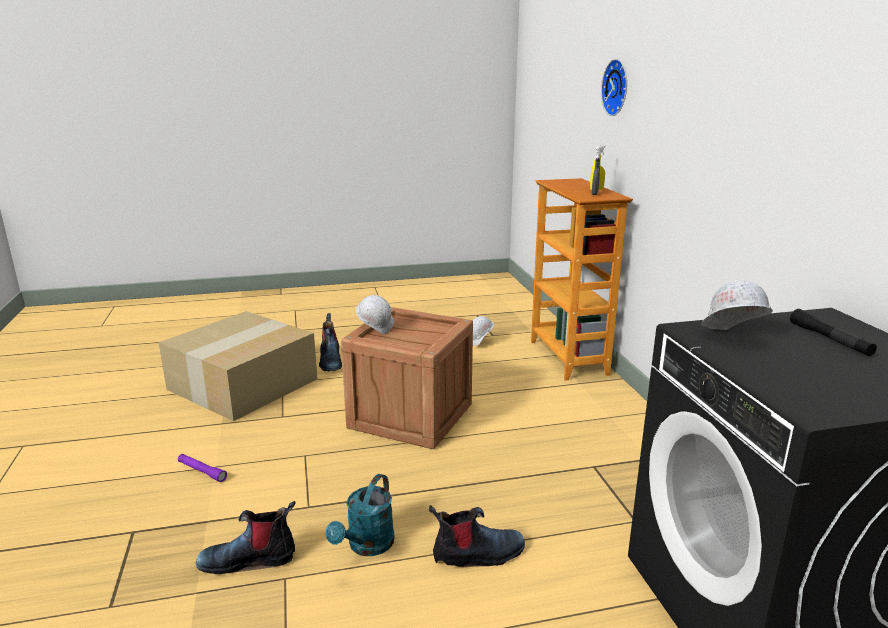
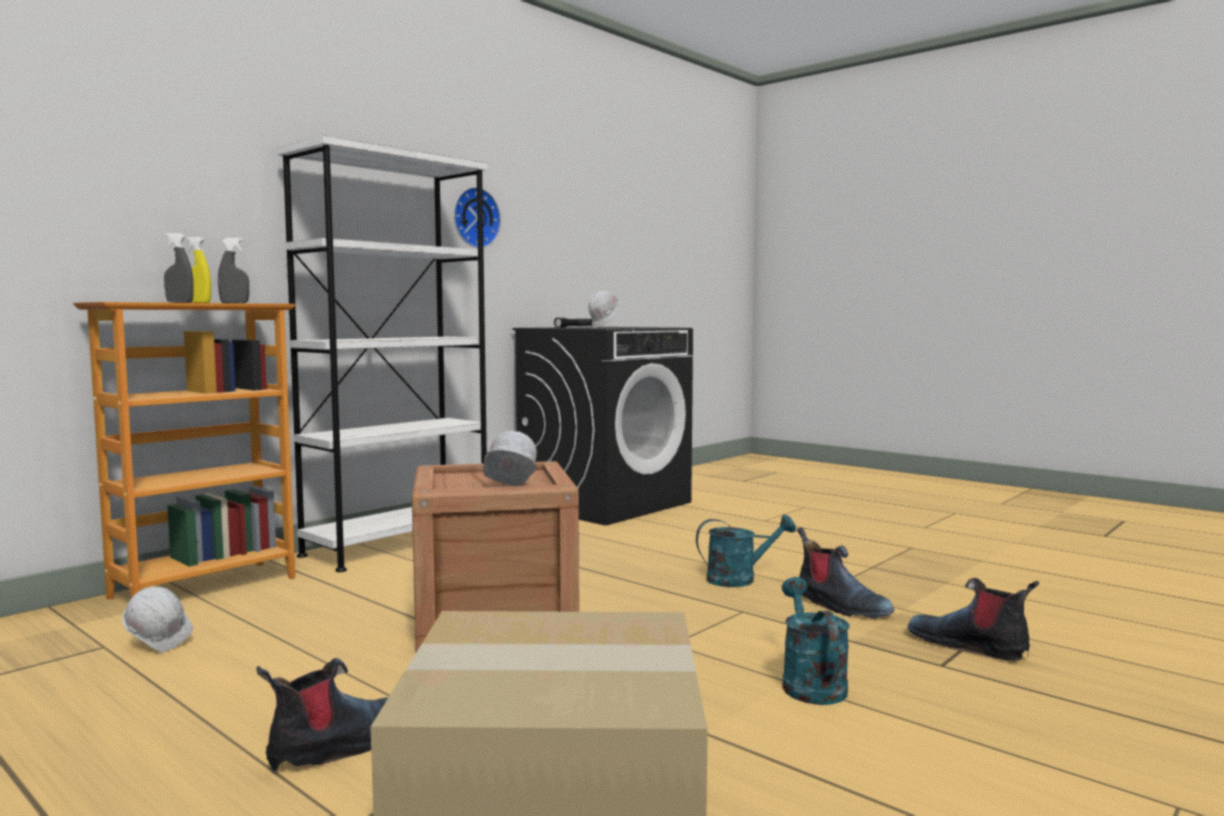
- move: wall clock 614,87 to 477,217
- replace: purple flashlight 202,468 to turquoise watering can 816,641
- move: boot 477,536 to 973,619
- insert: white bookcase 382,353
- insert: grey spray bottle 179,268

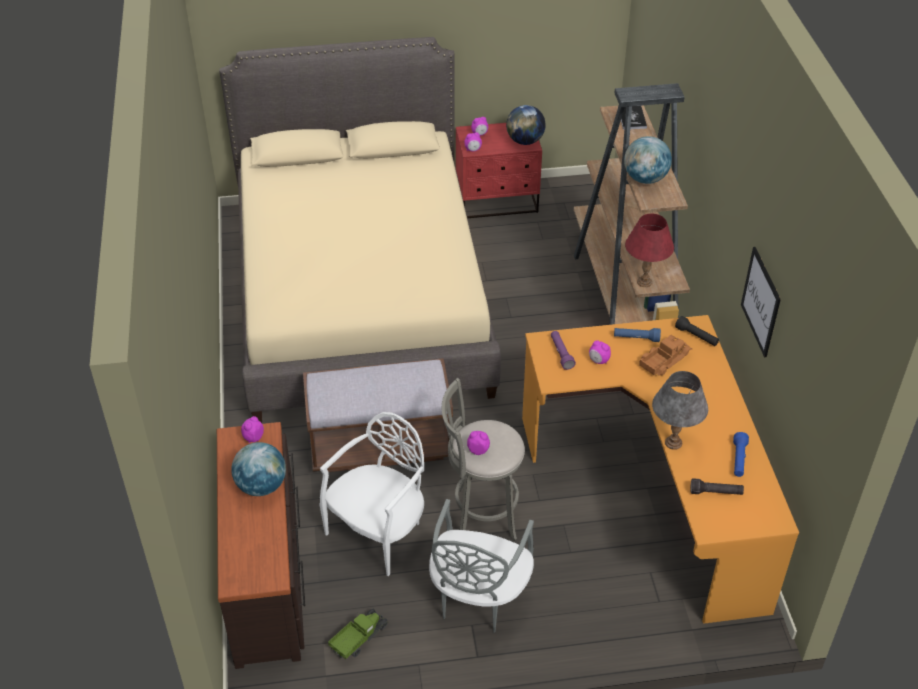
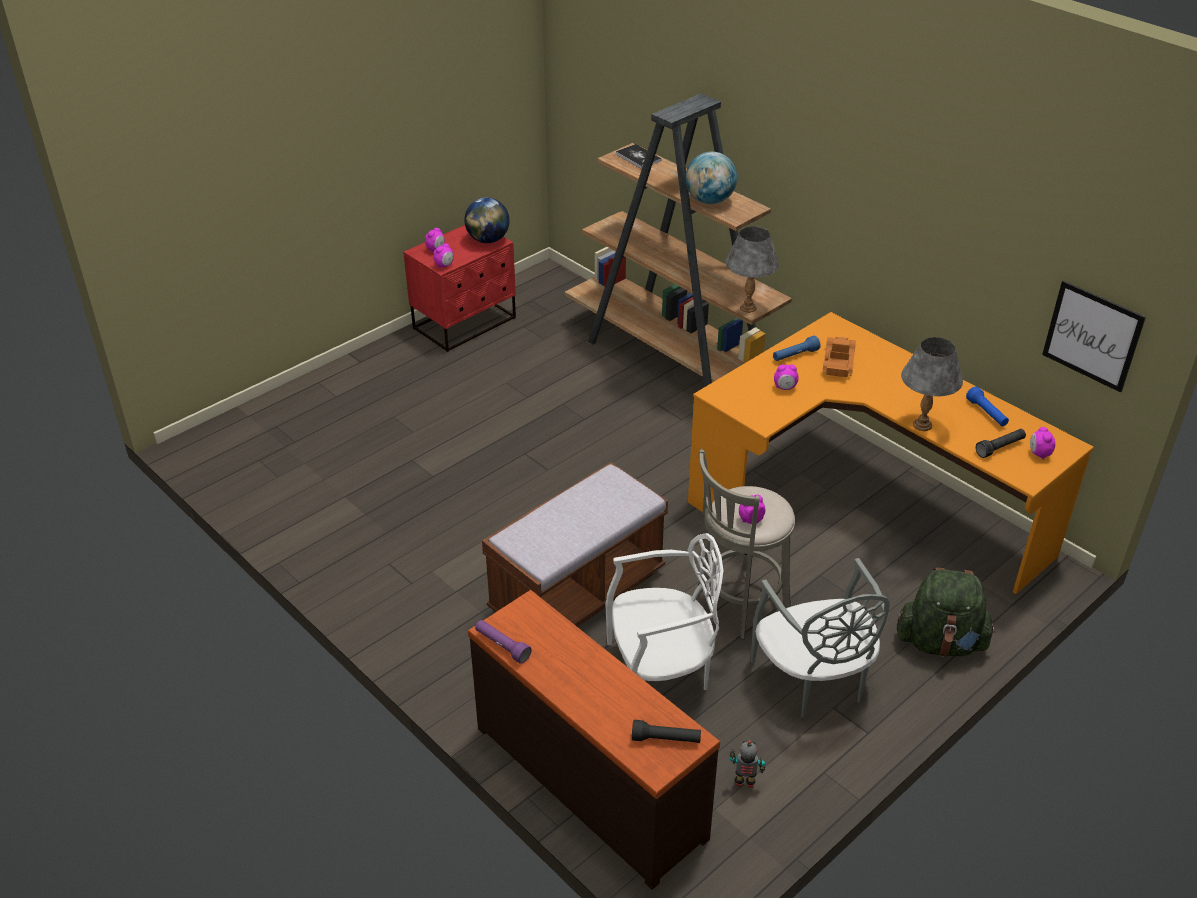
- delete: beige bed 360,230
- recolor: red table lamp 649,250 to grey table lamp 752,269
- move: picture 761,302 to 1094,336
- move: black flashlight 697,331 to 666,731
- move: purple flashlight 563,350 to 503,642
- rotate: white chair 371,494 = 664,611 75 degrees clockwise
- move: alarm clock 252,429 to 1042,443
- delete: globe 258,469
- replace: toy truck 358,634 to toy robot 747,763
- insert: green backpack 946,612

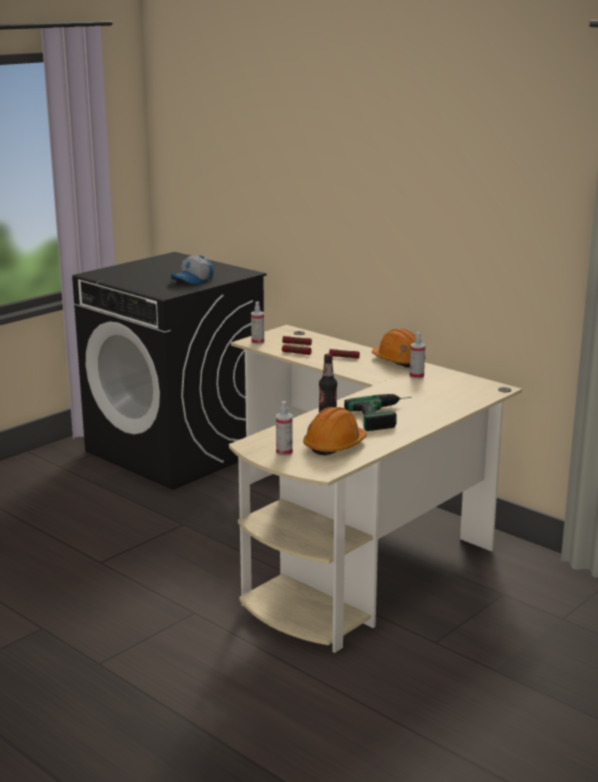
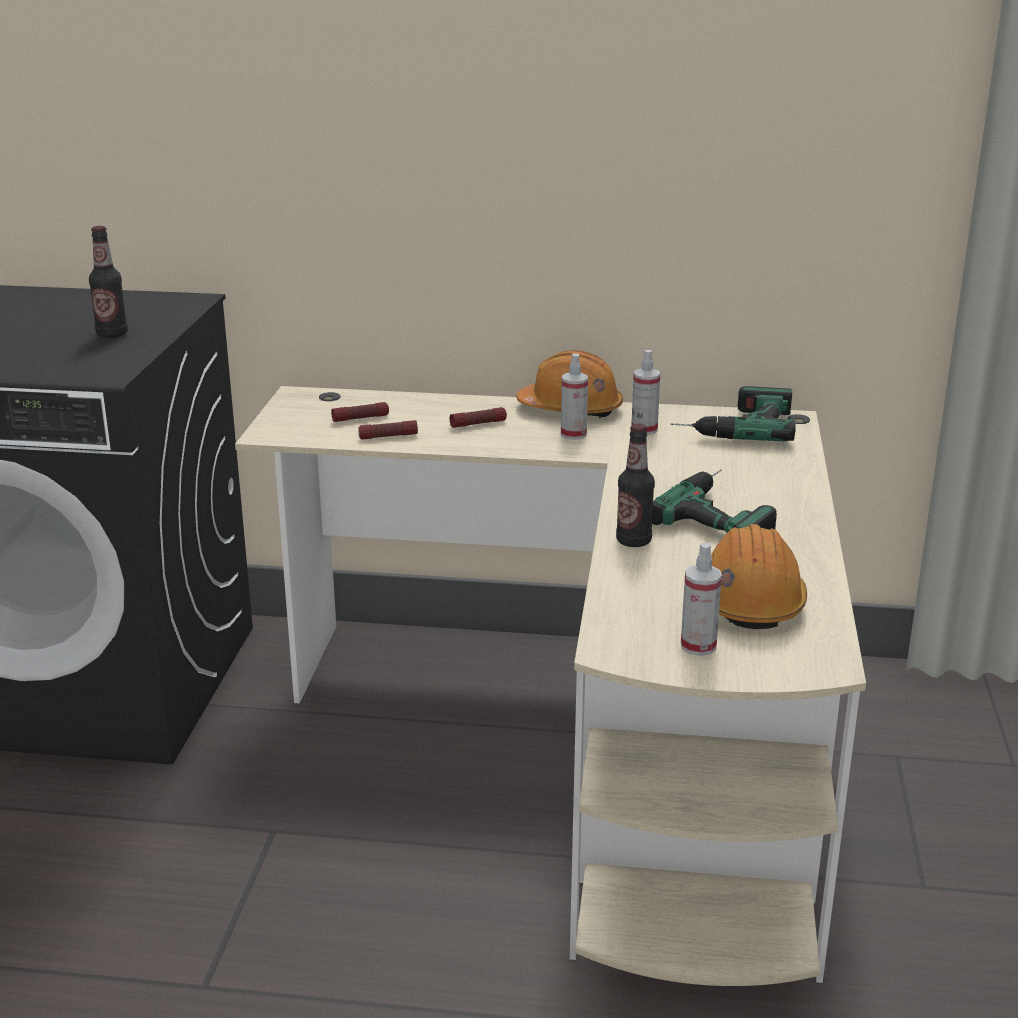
- replace: cap 192,270 to bottle 108,282
- move: spray bottle 257,322 to 574,396
- insert: power drill 733,413

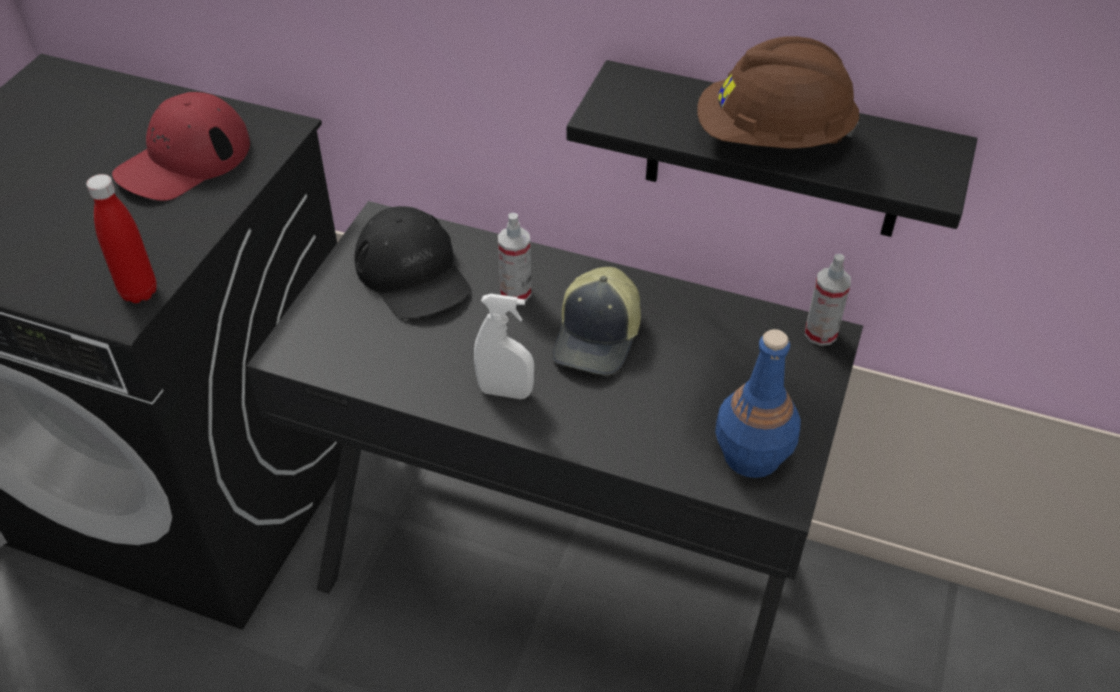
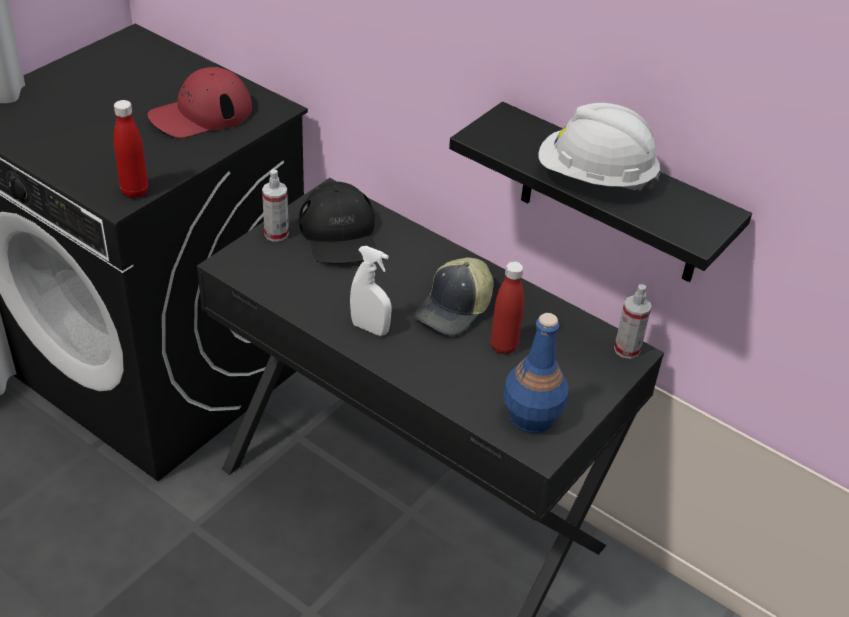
- recolor: brown hard hat 778,92 to white hard hat 599,147
- move: spray bottle 514,257 to 275,205
- insert: red bottle 507,308

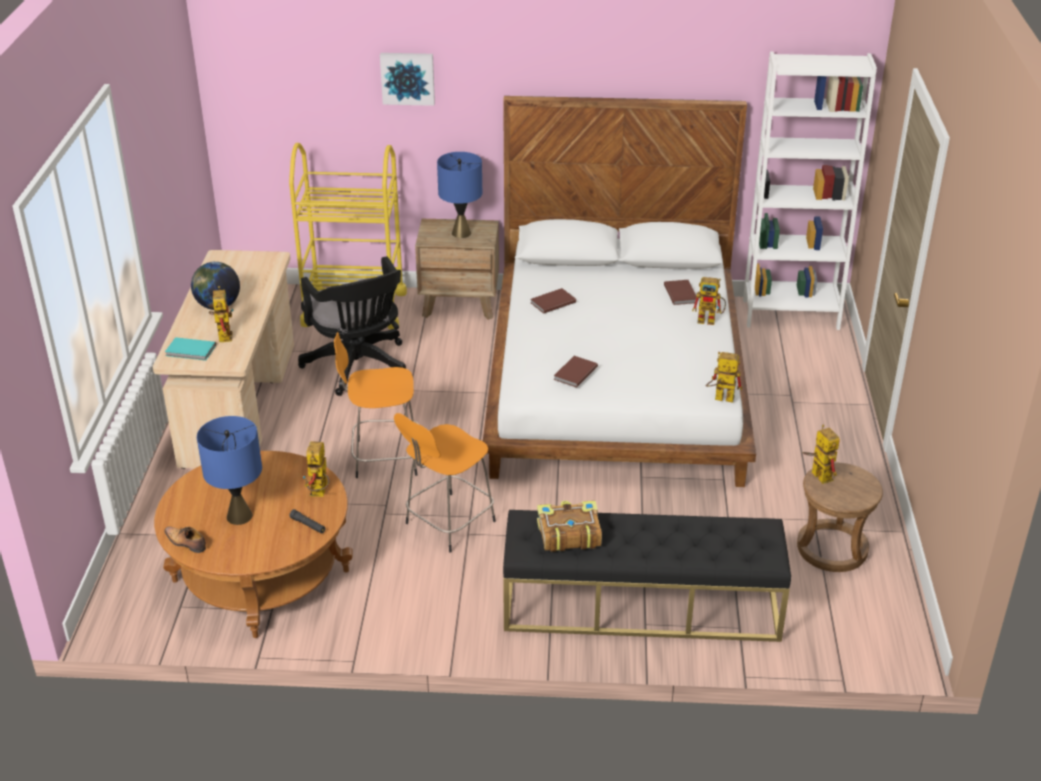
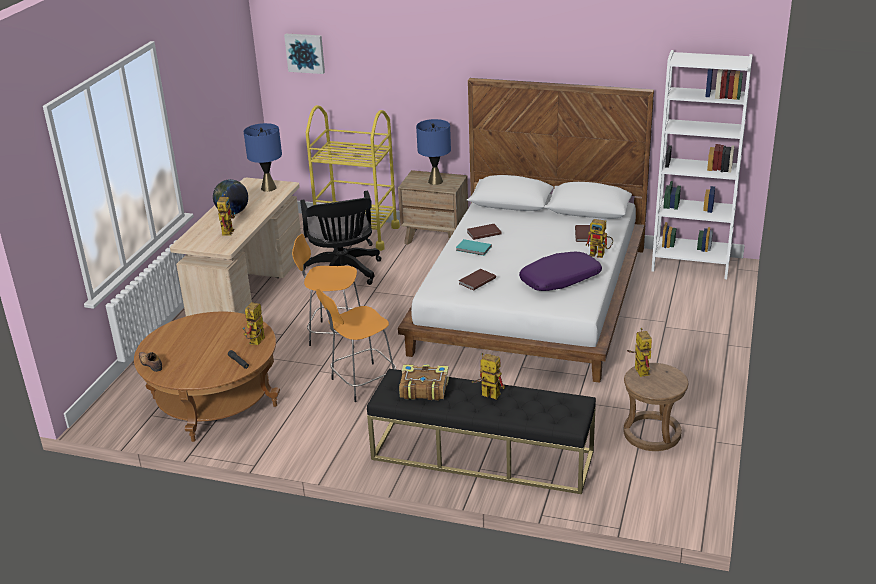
- move: picture 407,79 to 304,54
- move: turquoise book 190,349 to 474,247
- move: toy robot 724,377 to 488,376
- move: blue table lamp 229,470 to 262,157
- insert: purple pillow 560,271

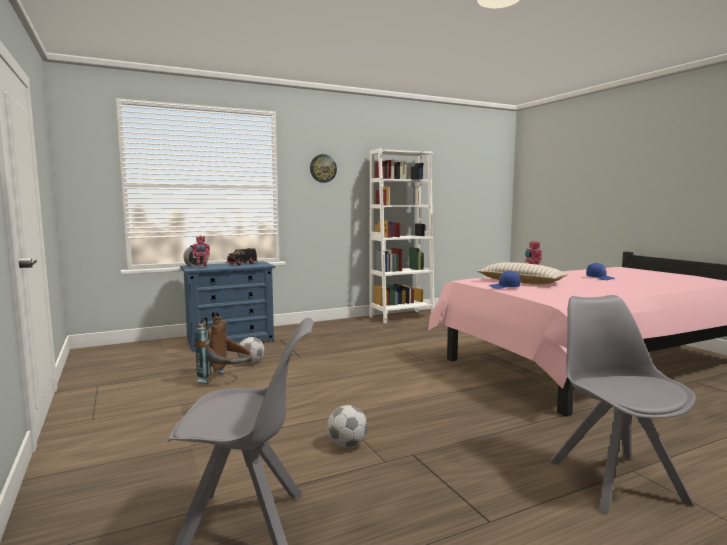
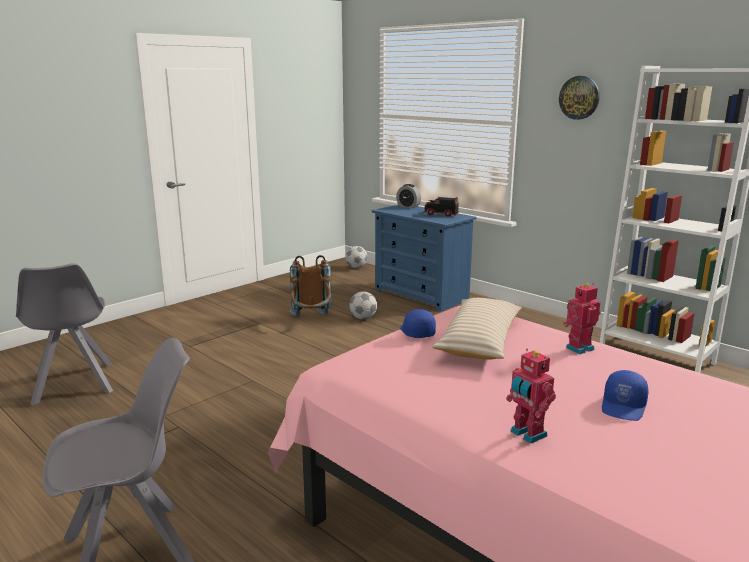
- move: toy robot 201,252 to 531,396
- move: football 347,426 to 356,257

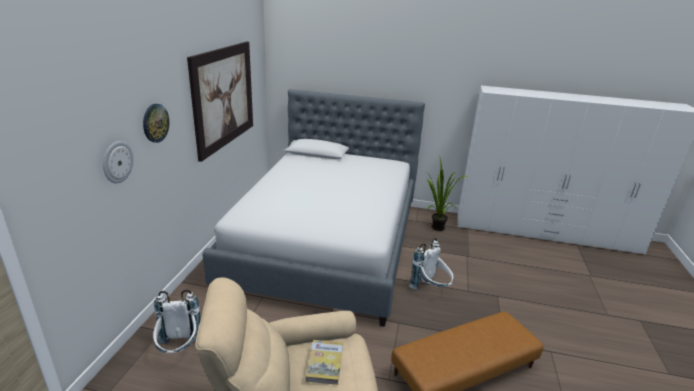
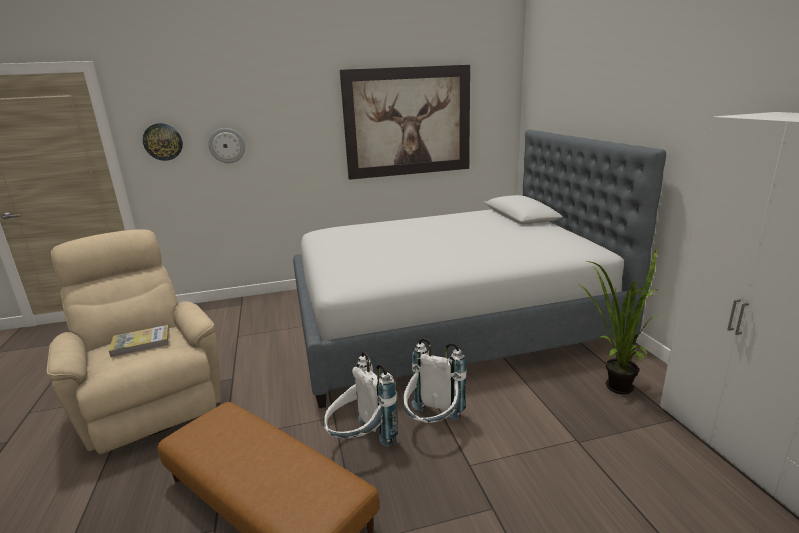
- move: wall clock 156,123 to 163,142
- move: white backpack 177,321 to 360,399

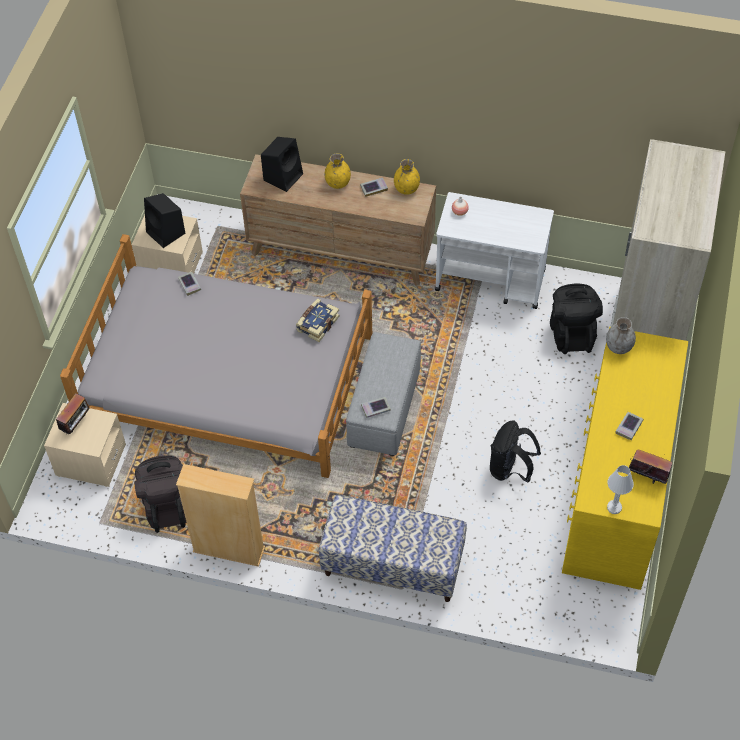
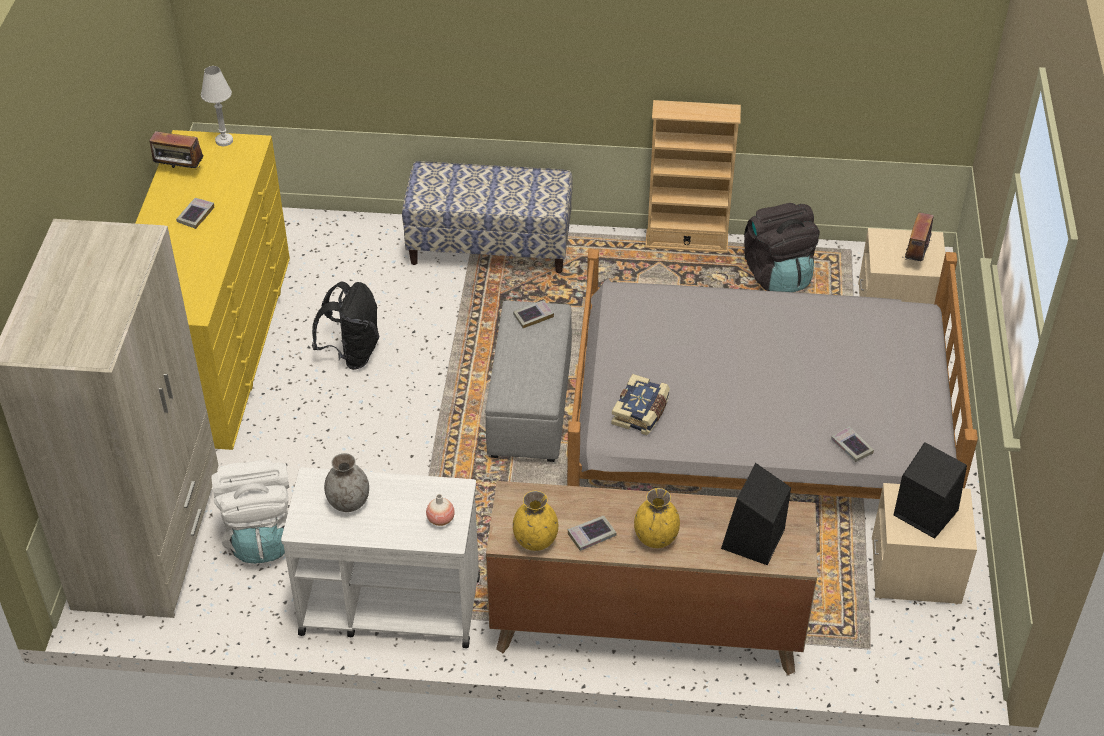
- recolor: black backpack 576,319 to white backpack 250,511
- move: grey vase 621,335 to 346,482

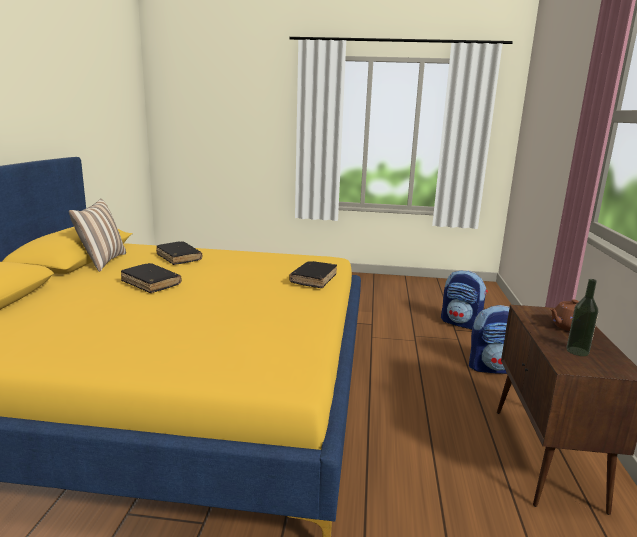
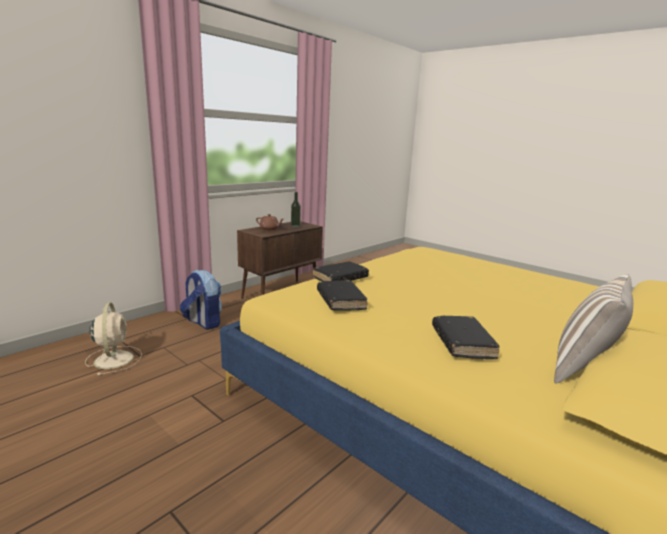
- move: black book 151,278 to 342,295
- replace: backpack 464,299 to beige fan 113,339

